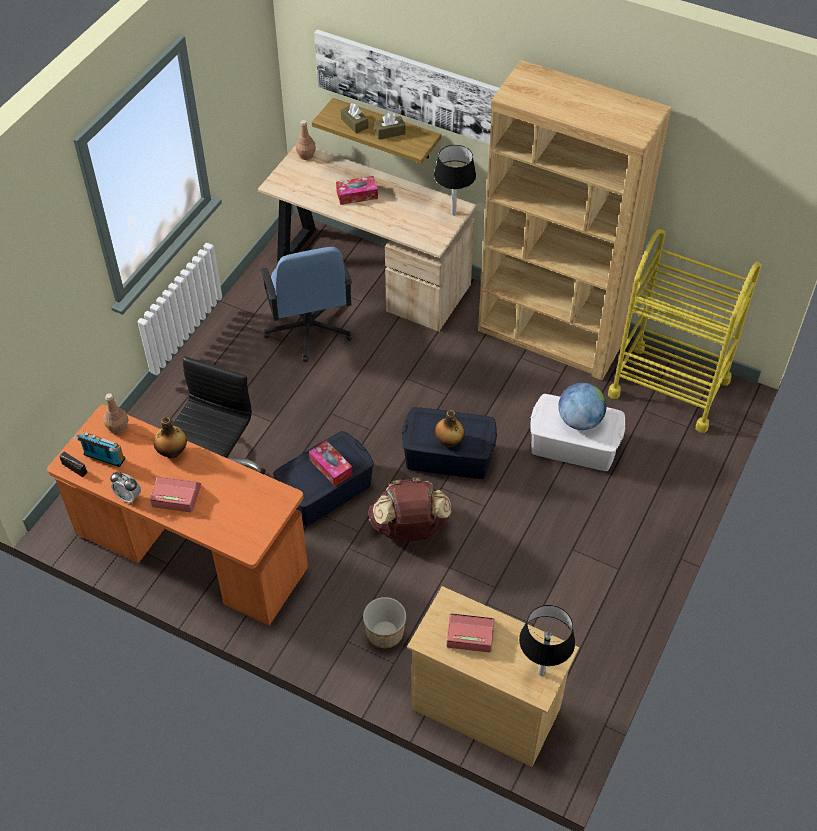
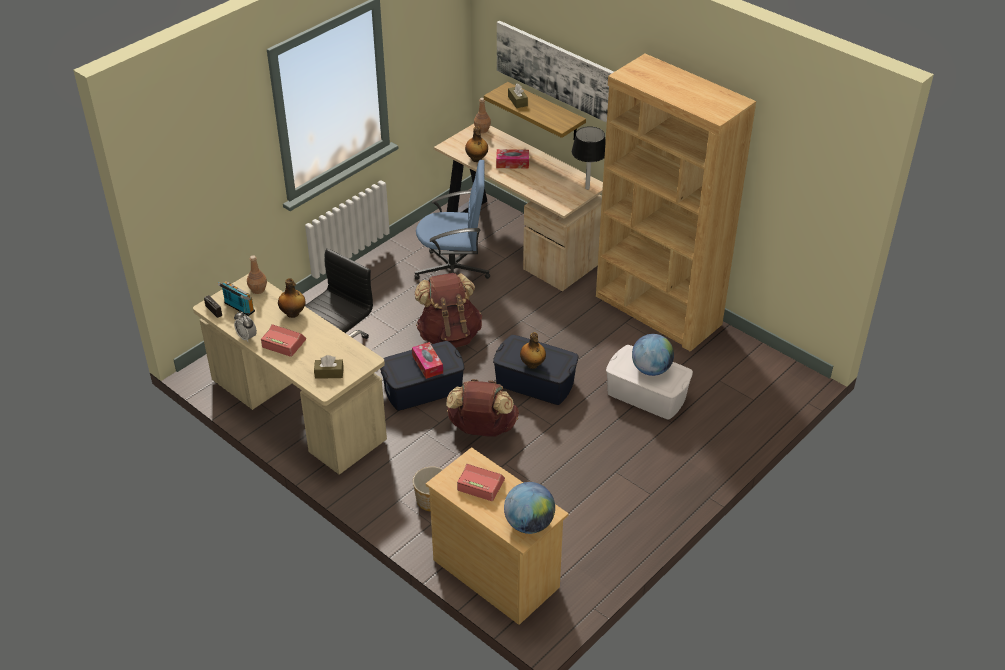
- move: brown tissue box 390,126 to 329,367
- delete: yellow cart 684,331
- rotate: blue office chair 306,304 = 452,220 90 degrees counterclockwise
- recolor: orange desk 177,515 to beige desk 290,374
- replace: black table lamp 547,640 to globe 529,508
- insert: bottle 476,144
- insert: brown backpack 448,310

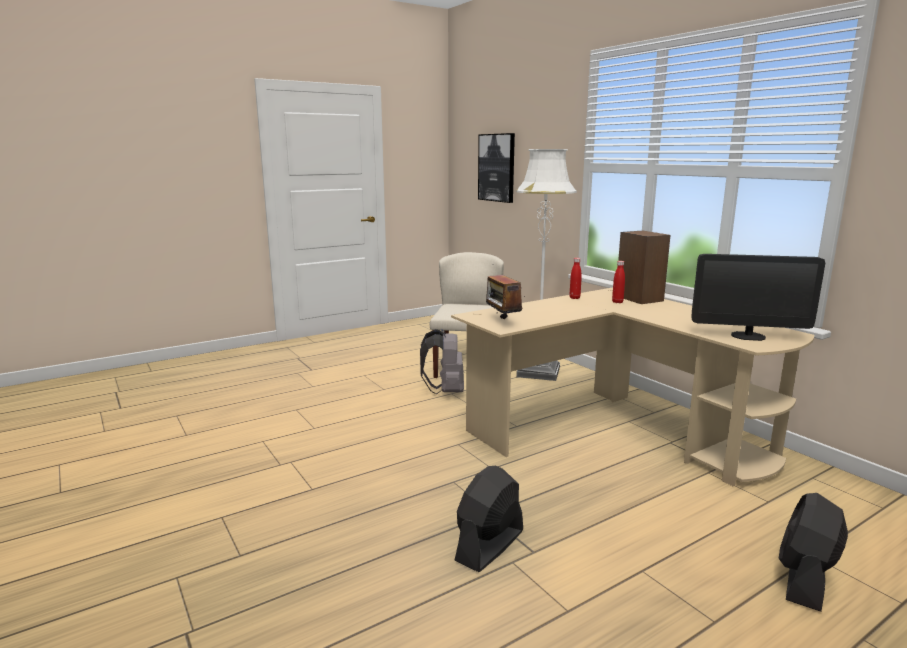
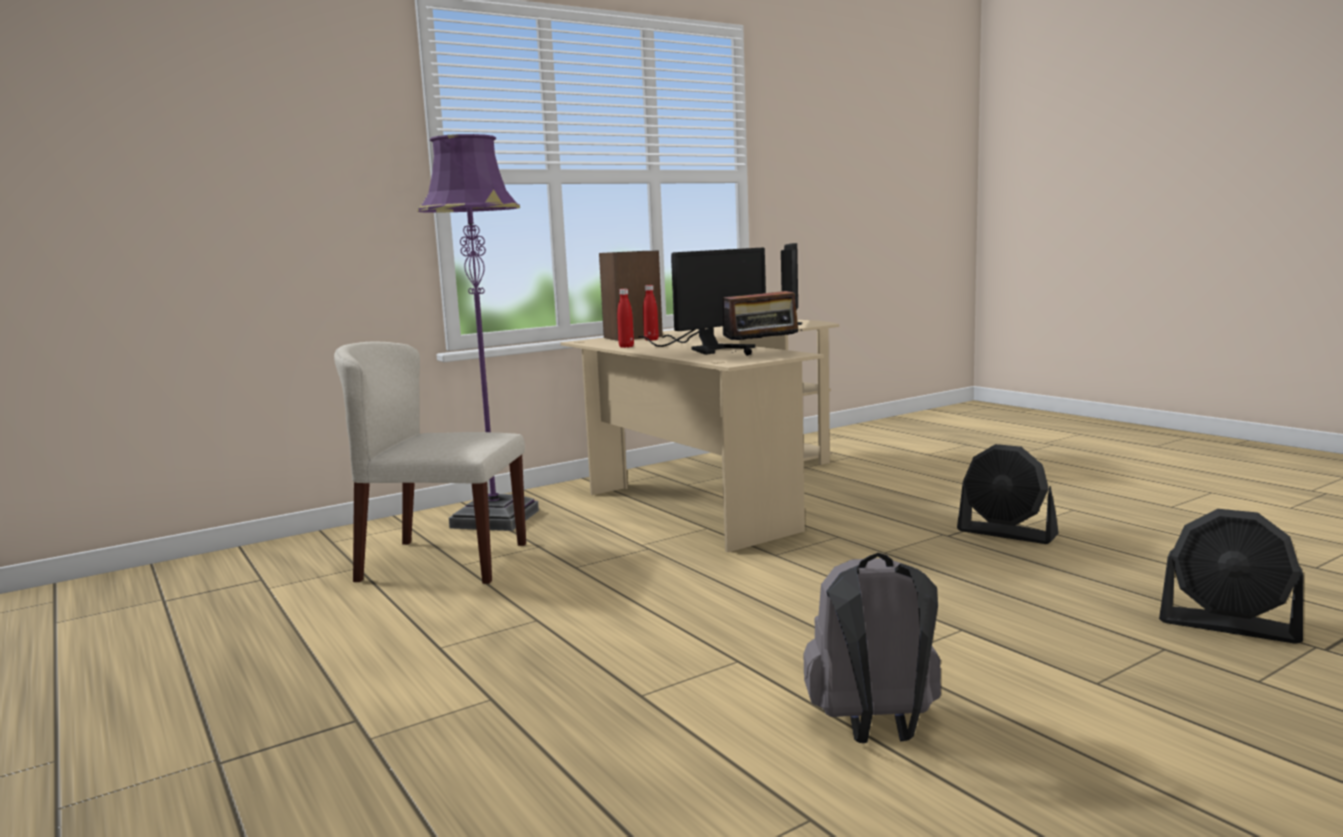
- delete: picture 496,168
- recolor: white floor lamp 546,265 to purple floor lamp 478,332
- move: grey backpack 442,361 to 872,648
- move: black fan 813,552 to 1231,576
- insert: monitor 702,301

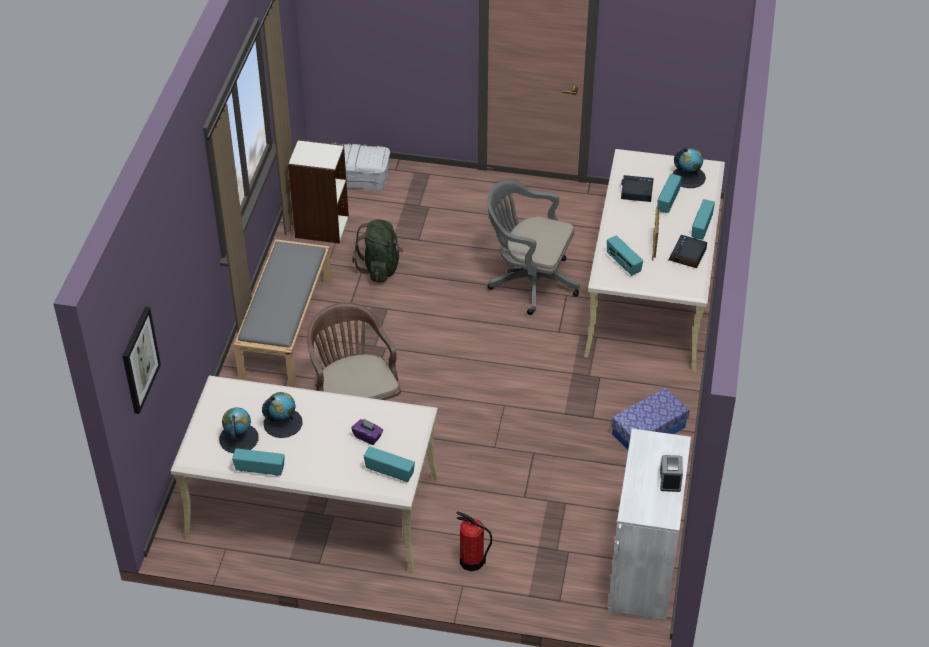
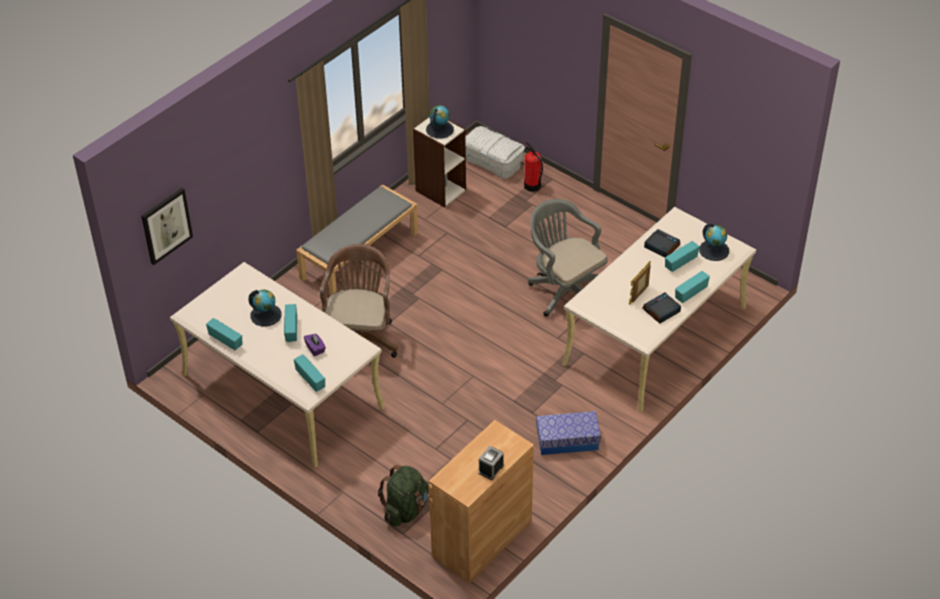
- move: green backpack 378,250 to 403,496
- move: radio 625,255 to 290,323
- move: globe 239,430 to 440,122
- recolor: white cabinet 649,524 to brown cabinet 481,501
- move: fire extinguisher 474,541 to 533,167

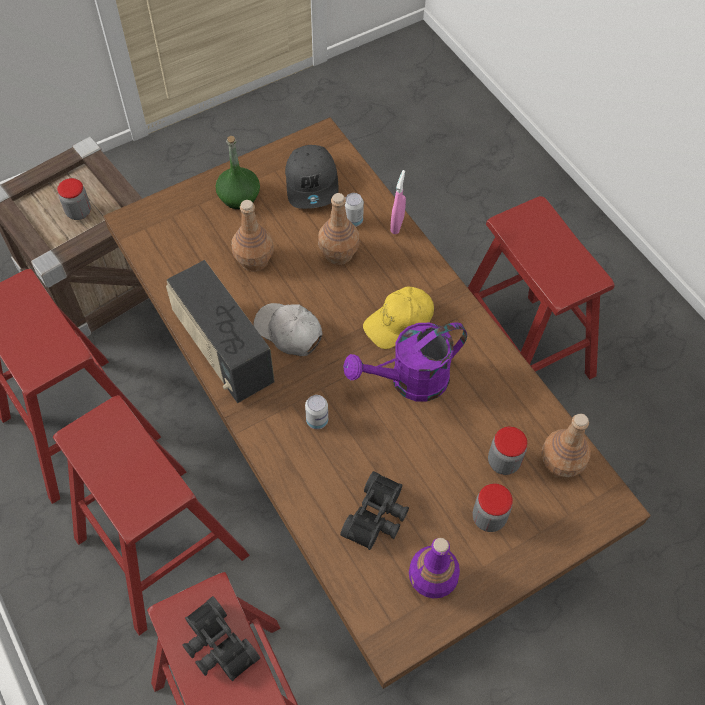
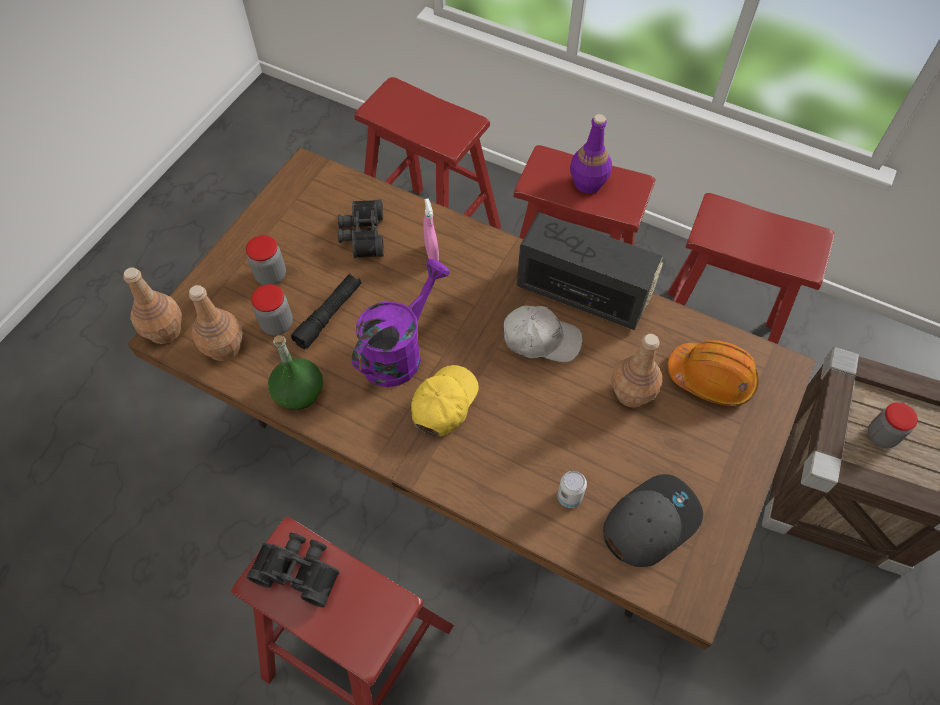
- move: green bottle 237,172 to 295,372
- rotate: grey cap 312,177 = 653,520 90 degrees clockwise
- move: pink spray bottle 398,202 to 431,230
- move: brown bottle 338,229 to 152,306
- delete: can 316,412
- move: purple bottle 434,568 to 591,153
- move: black binoculars 221,639 to 293,570
- insert: black flashlight 326,311
- insert: orange hard hat 713,373

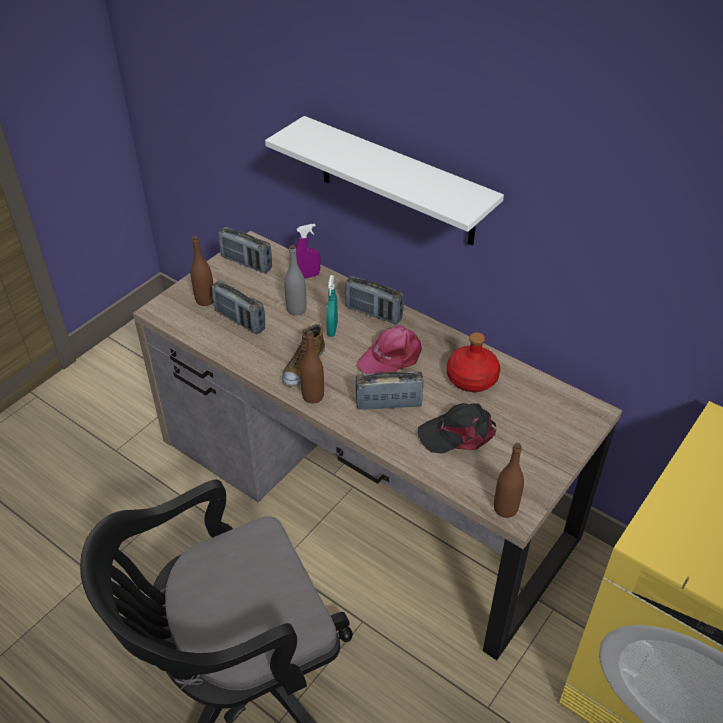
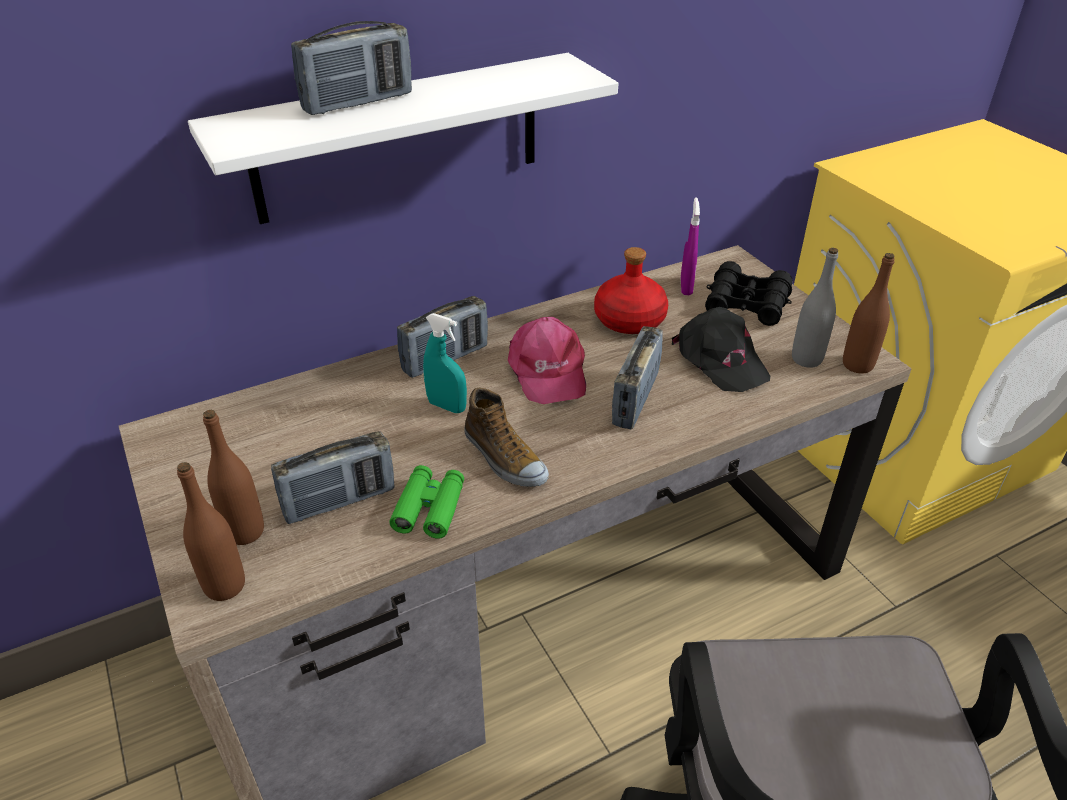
- move: purple spray bottle 308,251 to 690,246
- move: radio 245,250 to 351,68
- move: grey bottle 295,280 to 815,308
- move: brown bottle 312,367 to 211,531
- rotate: black cap 457,428 = 721,349 45 degrees counterclockwise
- insert: black binoculars 749,293
- insert: green binoculars 426,502

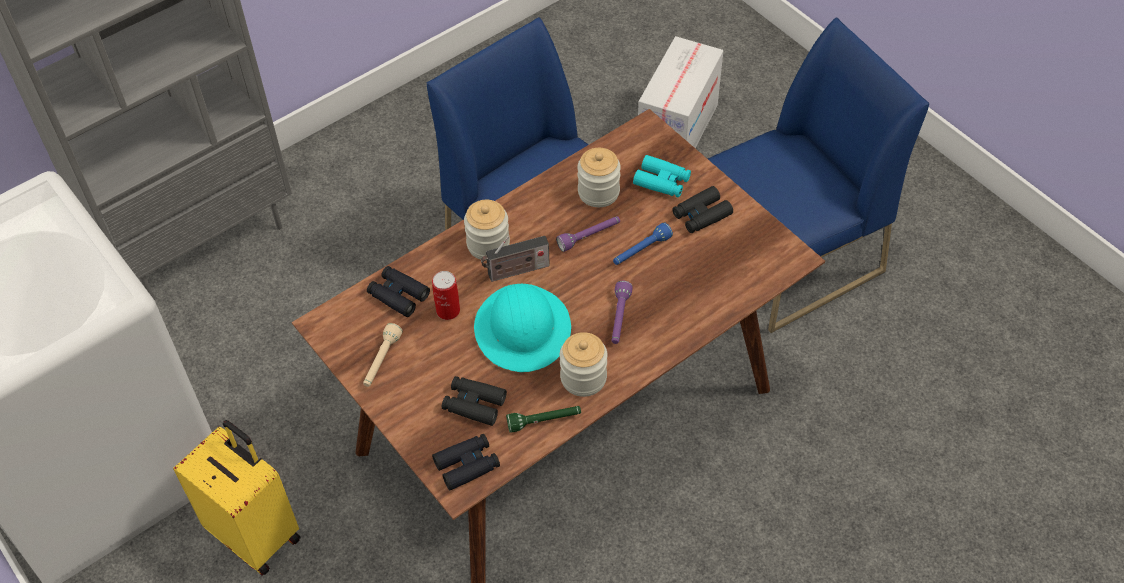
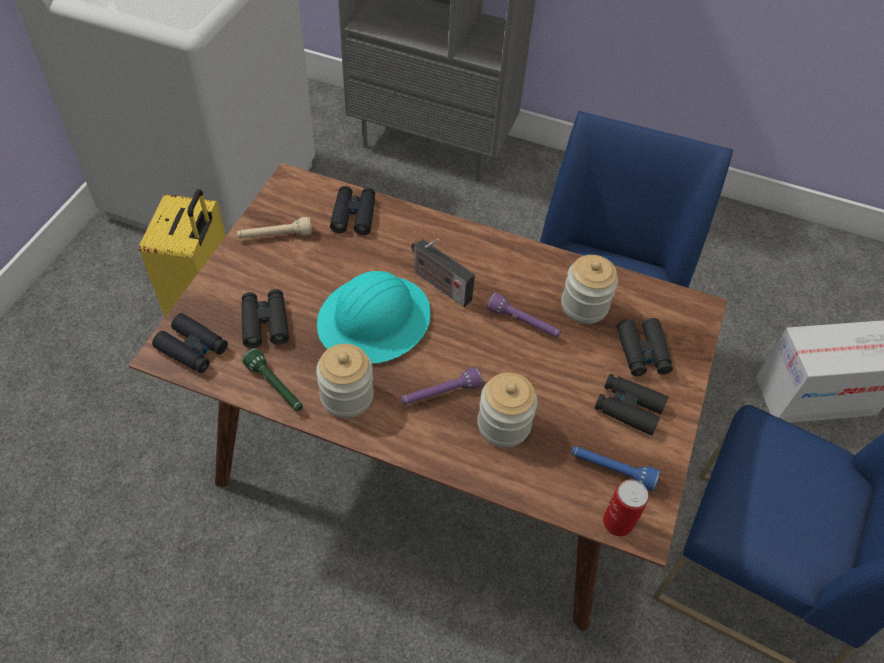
- recolor: turquoise binoculars 662,176 to black binoculars 645,347
- move: jar 487,230 to 507,410
- move: blue flashlight 643,243 to 615,468
- move: can 446,295 to 626,508

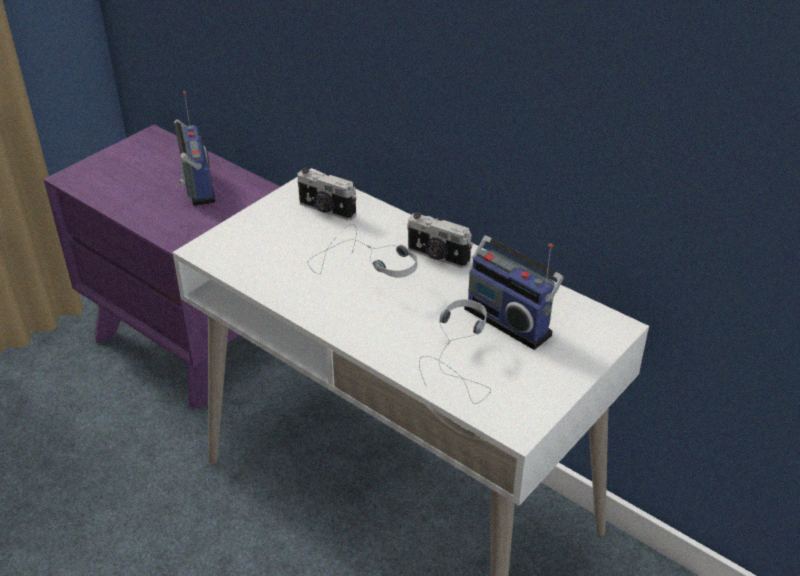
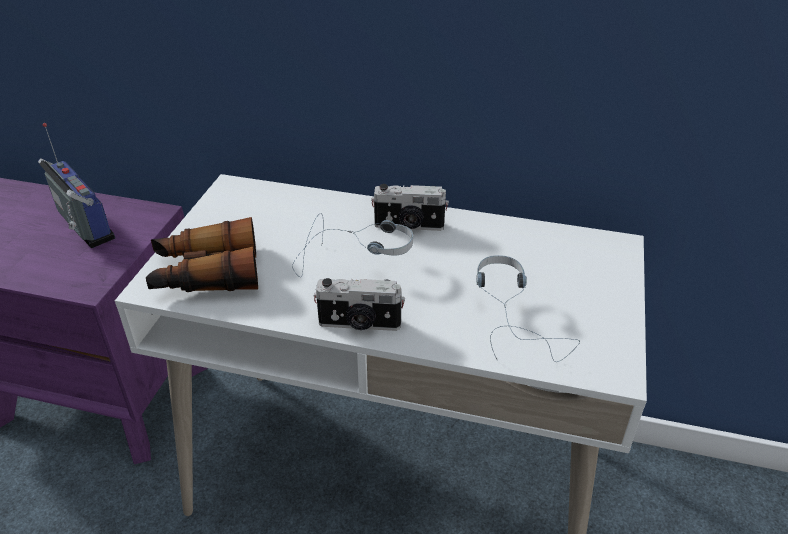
- move: photo camera 326,194 to 359,304
- delete: radio 514,292
- insert: binoculars 202,254

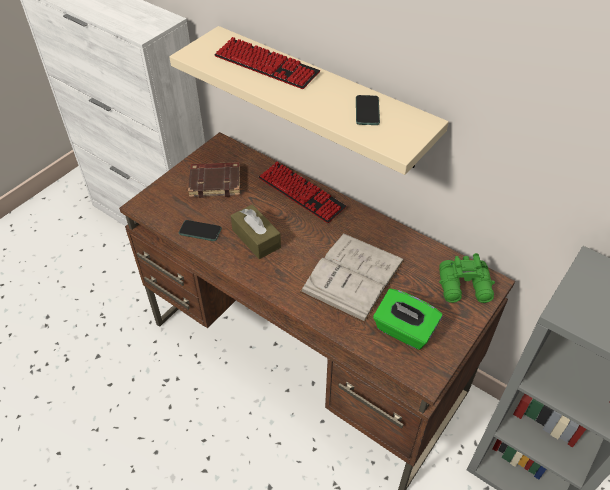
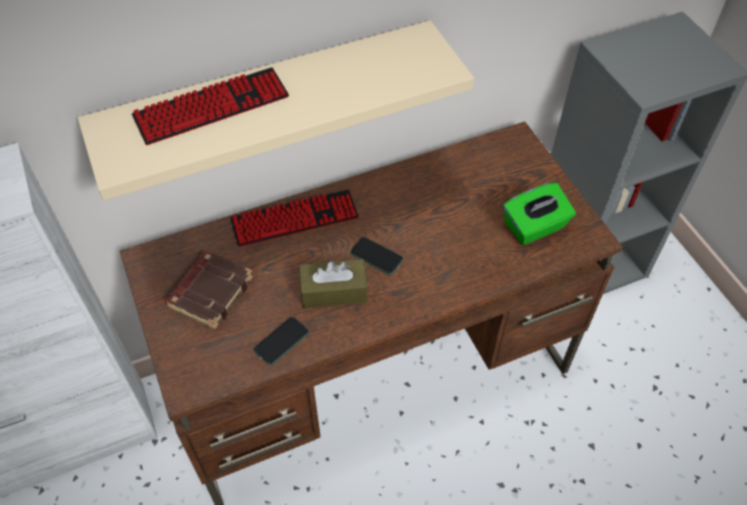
- move: phone 368,110 to 377,256
- delete: white book 352,278
- delete: green binoculars 467,278

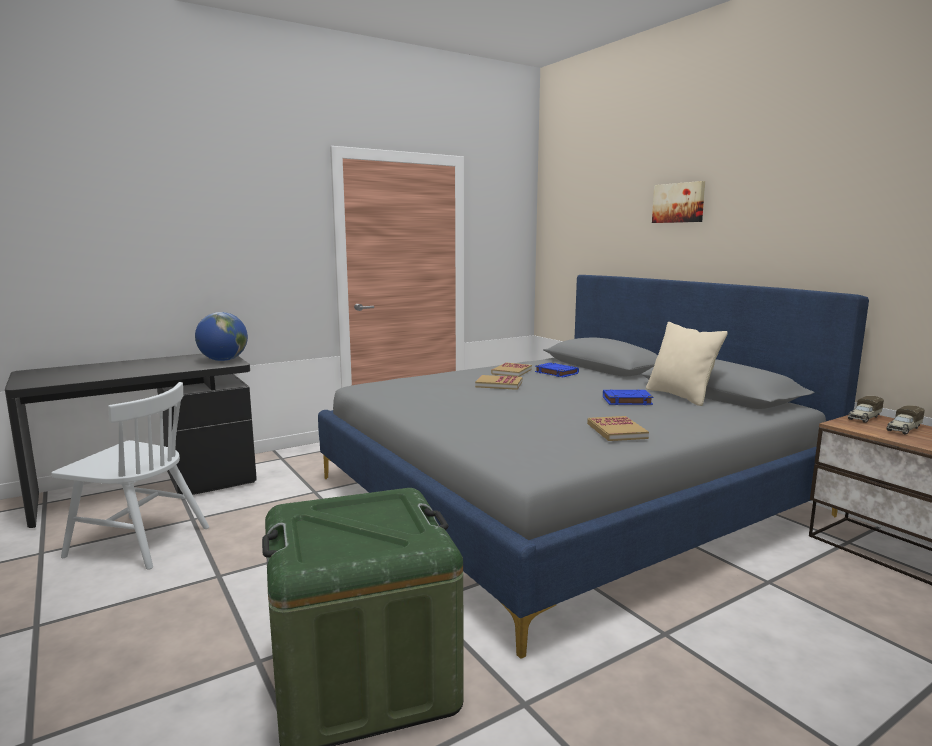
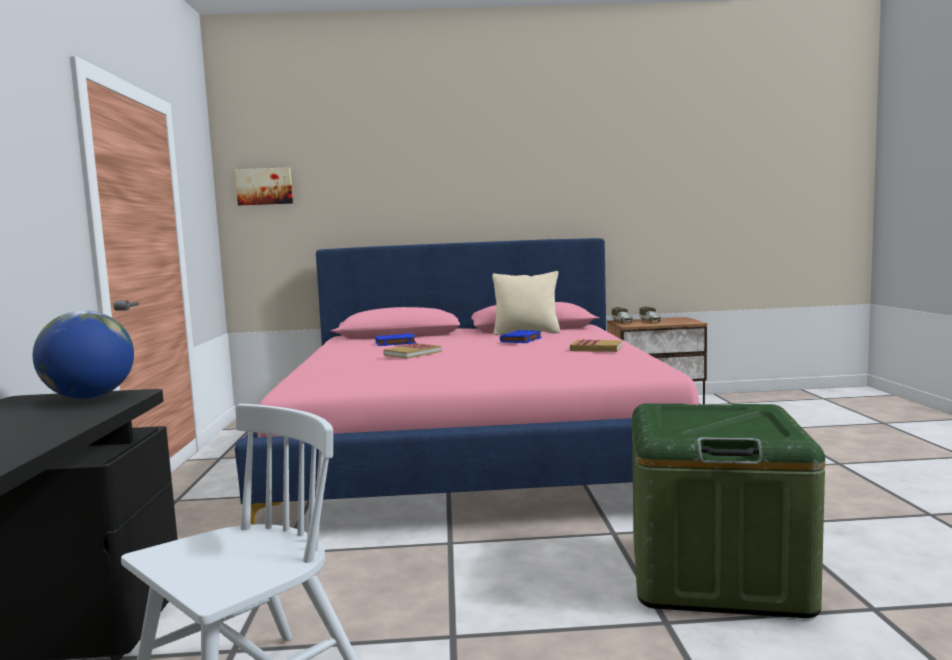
- move: picture 678,202 to 264,186
- recolor: grey bed 593,467 to pink bed 467,381
- delete: book 511,370

